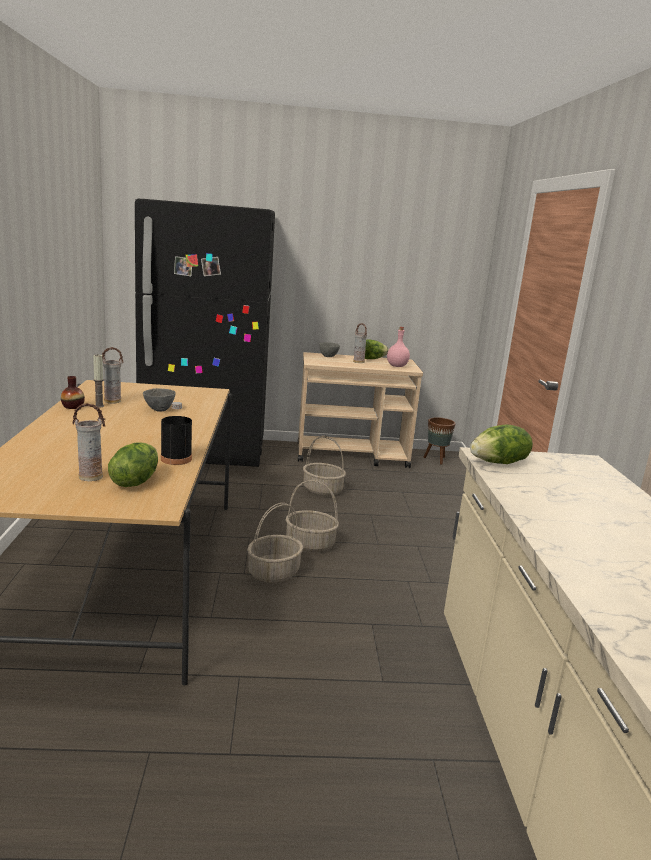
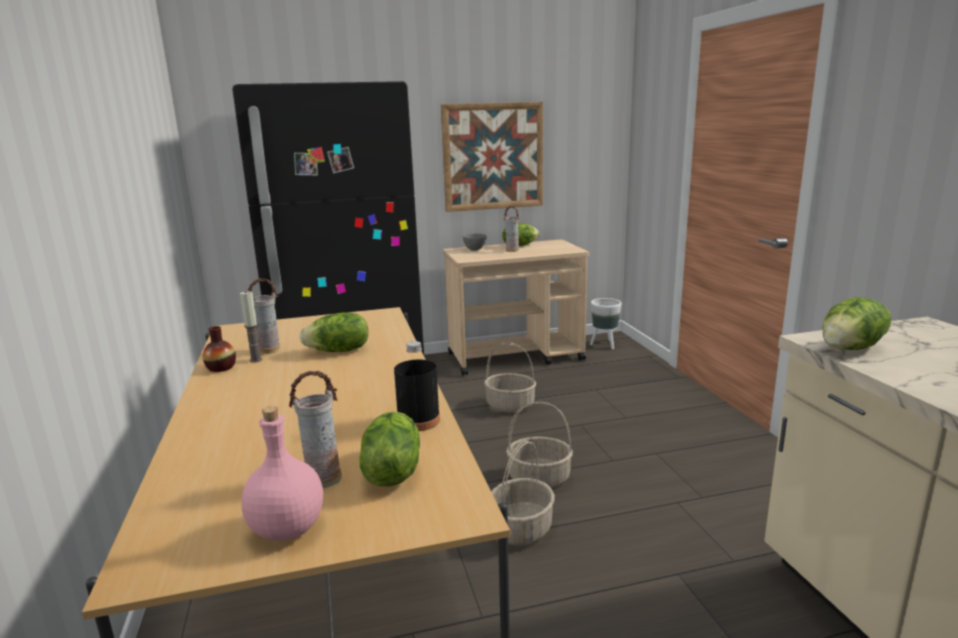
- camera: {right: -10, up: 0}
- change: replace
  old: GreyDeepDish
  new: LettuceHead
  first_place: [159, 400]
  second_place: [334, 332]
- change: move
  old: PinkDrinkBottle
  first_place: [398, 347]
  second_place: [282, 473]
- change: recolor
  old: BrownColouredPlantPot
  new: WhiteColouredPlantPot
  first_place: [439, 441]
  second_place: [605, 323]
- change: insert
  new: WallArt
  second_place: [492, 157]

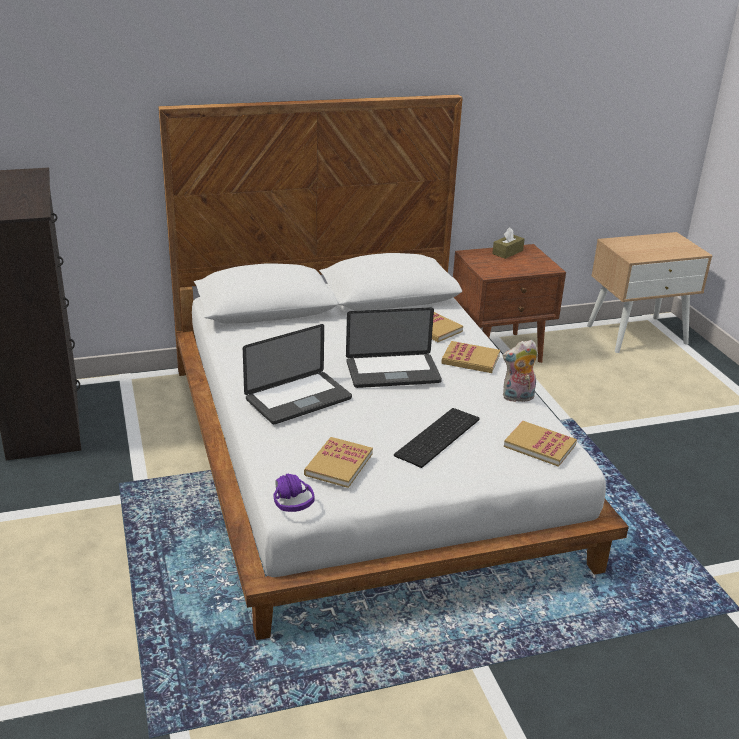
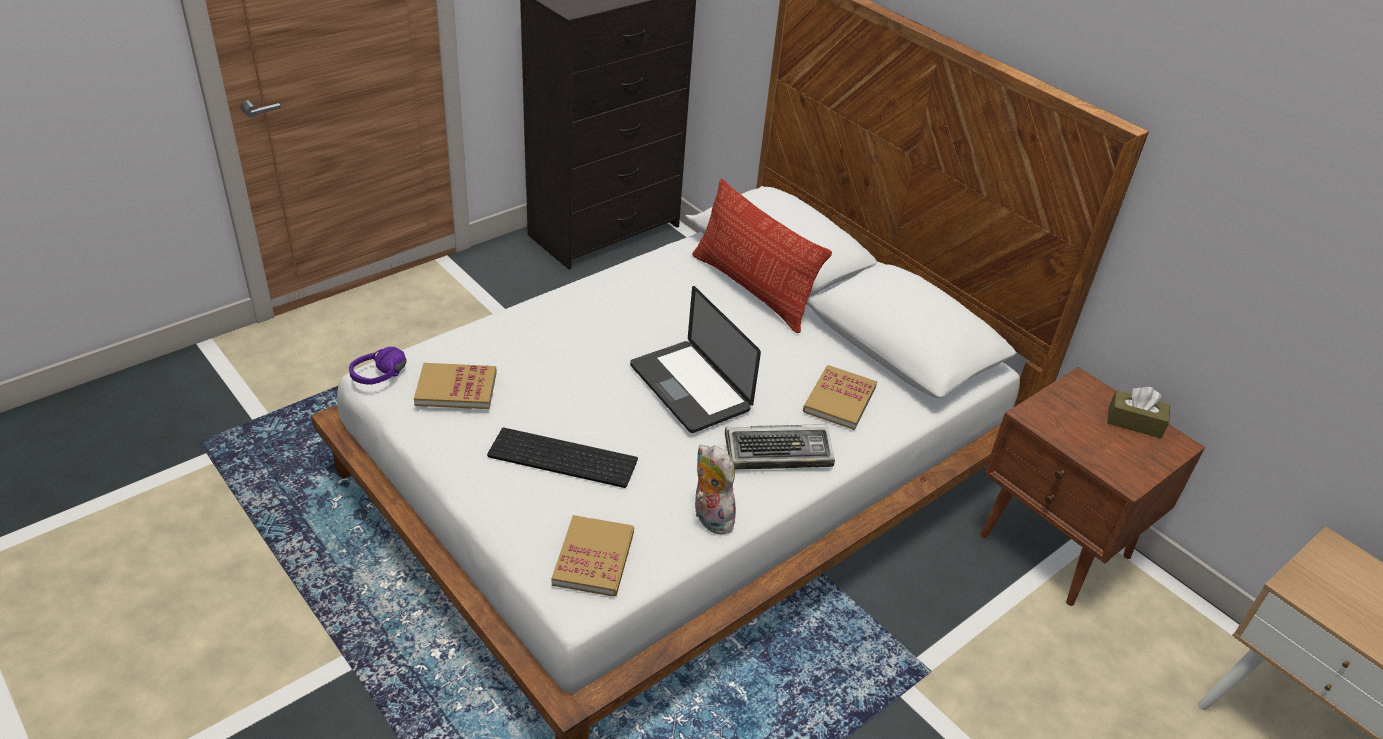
- camera: {right: 65, up: 10}
- change: delete
  old: Laptop
  first_place: [297, 374]
- change: replace
  old: Volume
  new: PcKeyboard
  first_place: [470, 357]
  second_place: [780, 446]
- change: insert
  new: Pillow
  second_place: [762, 256]

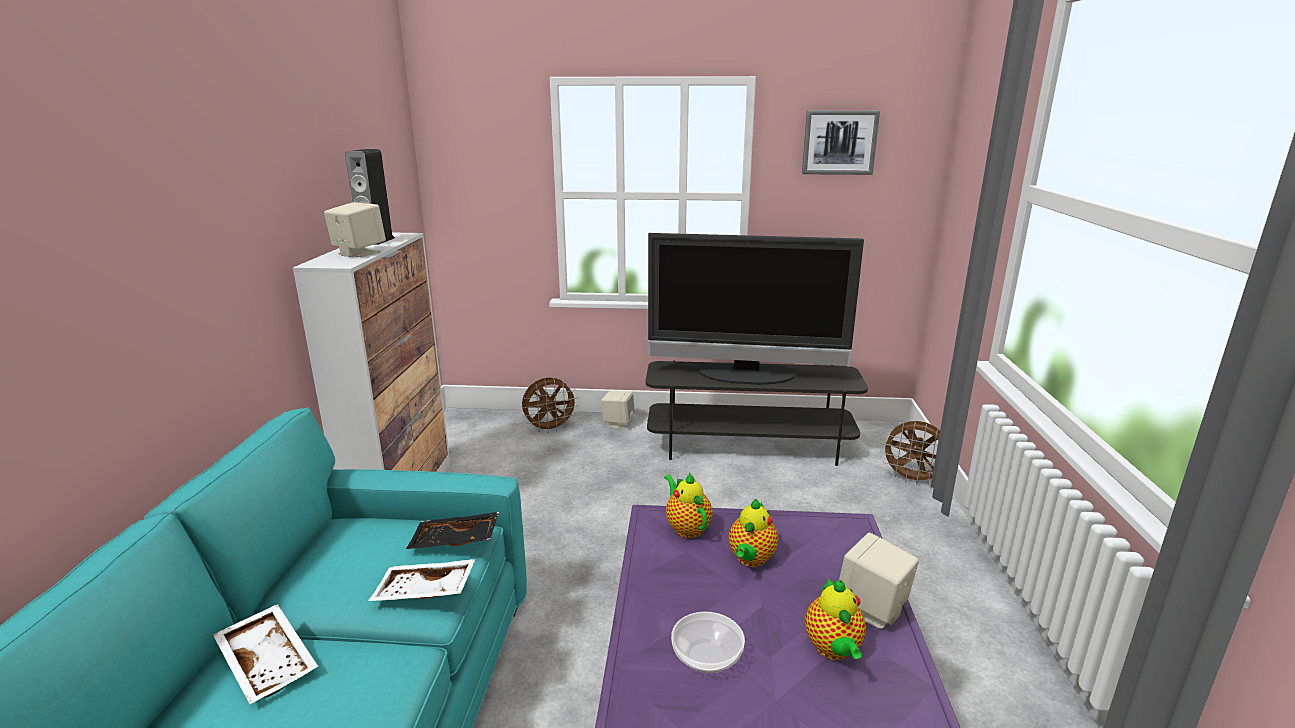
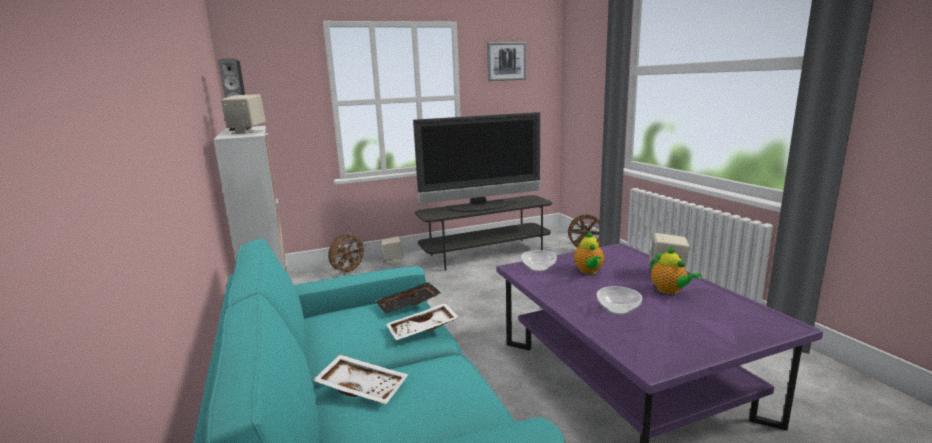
- camera: {right: -25, up: -5}
- change: replace
  old: PotForTea
  new: DeepDish
  first_place: [688, 505]
  second_place: [539, 261]

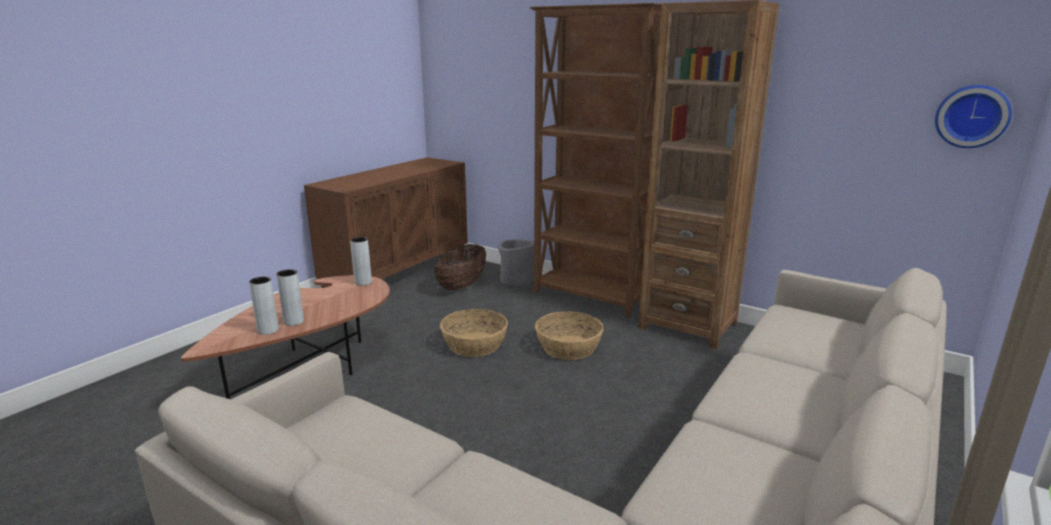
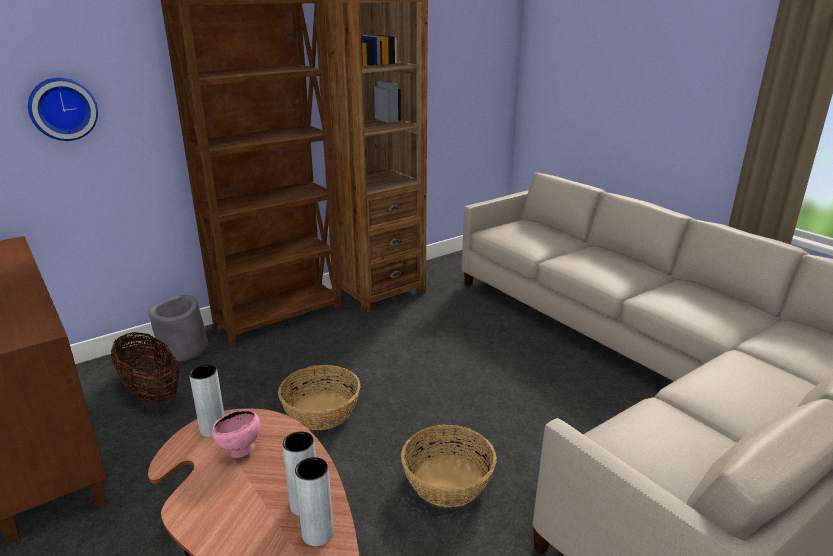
- camera: {right: -70, up: 5}
- change: move
  old: StorageBasket
  first_place: [569, 335]
  second_place: [449, 465]
- change: move
  old: ClockOnTheWall
  first_place: [973, 116]
  second_place: [63, 109]
- change: insert
  new: PinkDeepDish
  second_place: [236, 433]

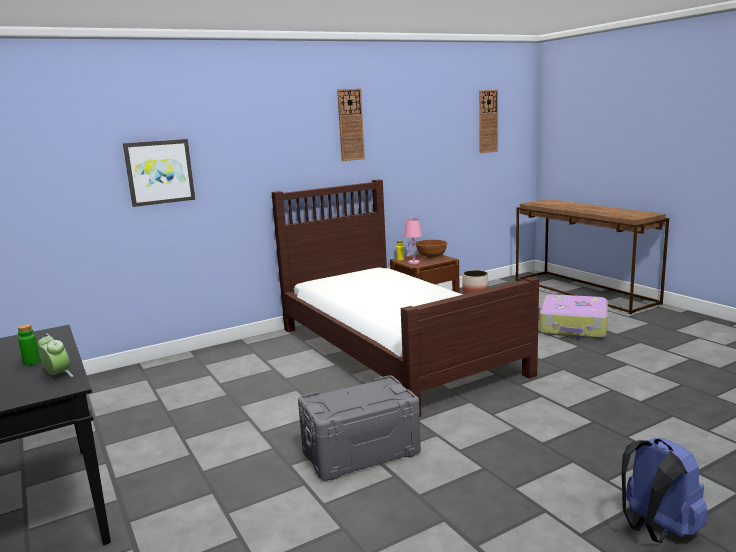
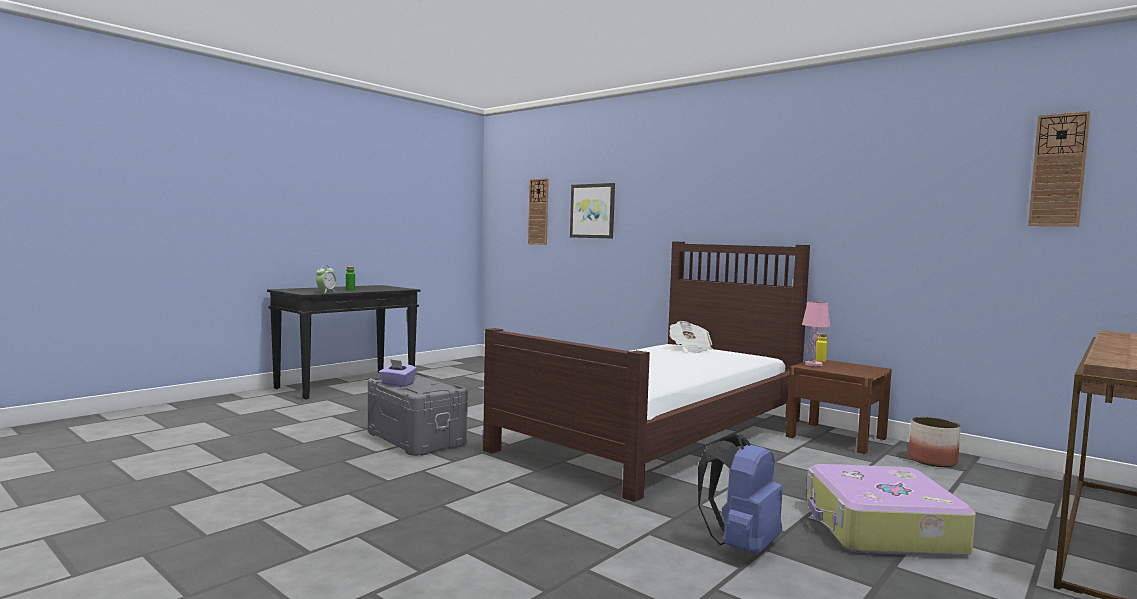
- camera: {right: 70, up: -10}
- change: move
  old: ClockOnTheWall
  first_place: [351, 125]
  second_place: [538, 211]
- change: delete
  old: BrownColouredDeepDish
  first_place: [431, 249]
- change: move
  old: BluishKnapsack
  first_place: [664, 490]
  second_place: [740, 494]
- change: insert
  new: PurplishBoxOfTissues
  second_place: [398, 373]
- change: insert
  new: DailyPaper
  second_place: [691, 337]

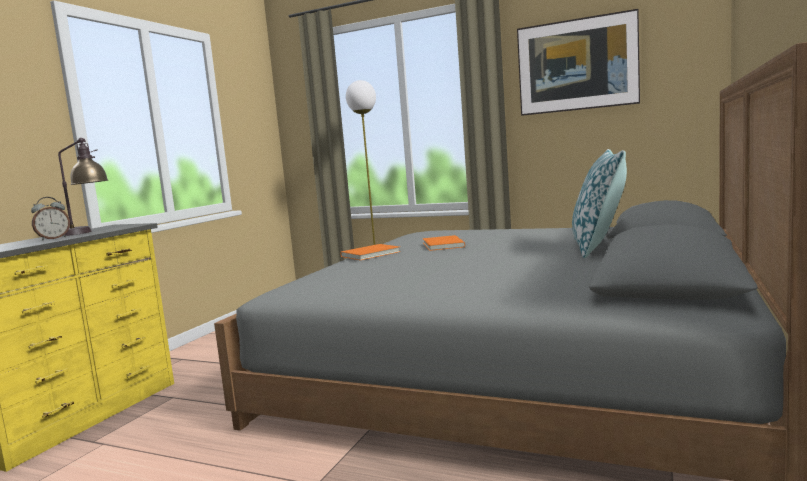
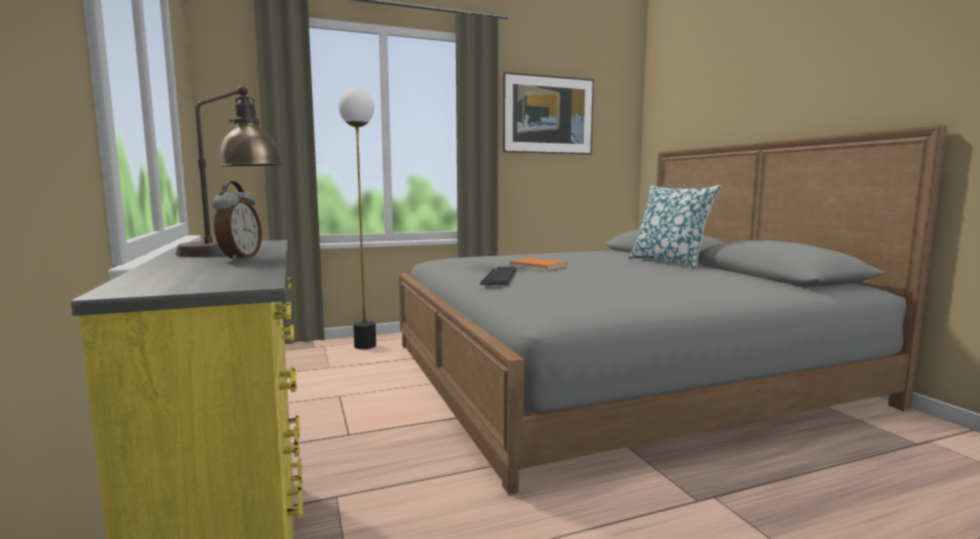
- camera: {right: -45, up: 0}
- change: replace
  old: OrangeColouredVolume
  new: PcKeyboard
  first_place: [370, 252]
  second_place: [498, 275]

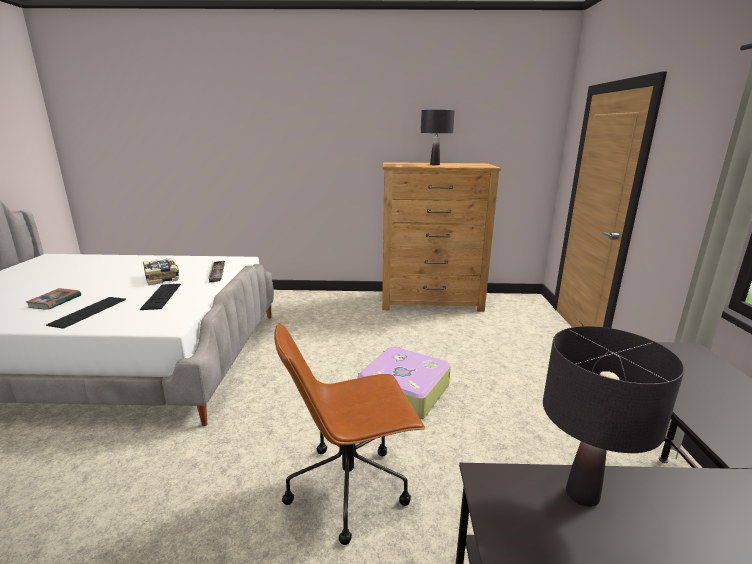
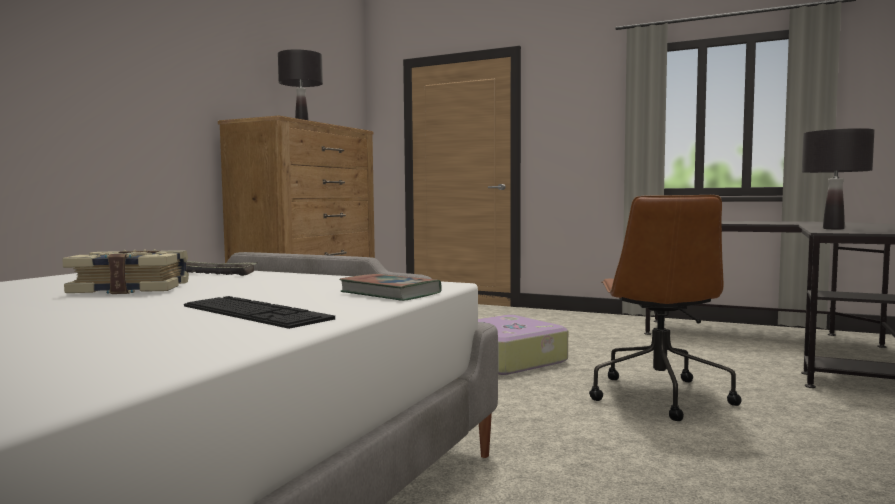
- camera: {right: -65, up: -15}
- change: move
  old: Volume
  first_place: [53, 299]
  second_place: [390, 287]
- change: delete
  old: PcKeyboard
  first_place: [160, 297]

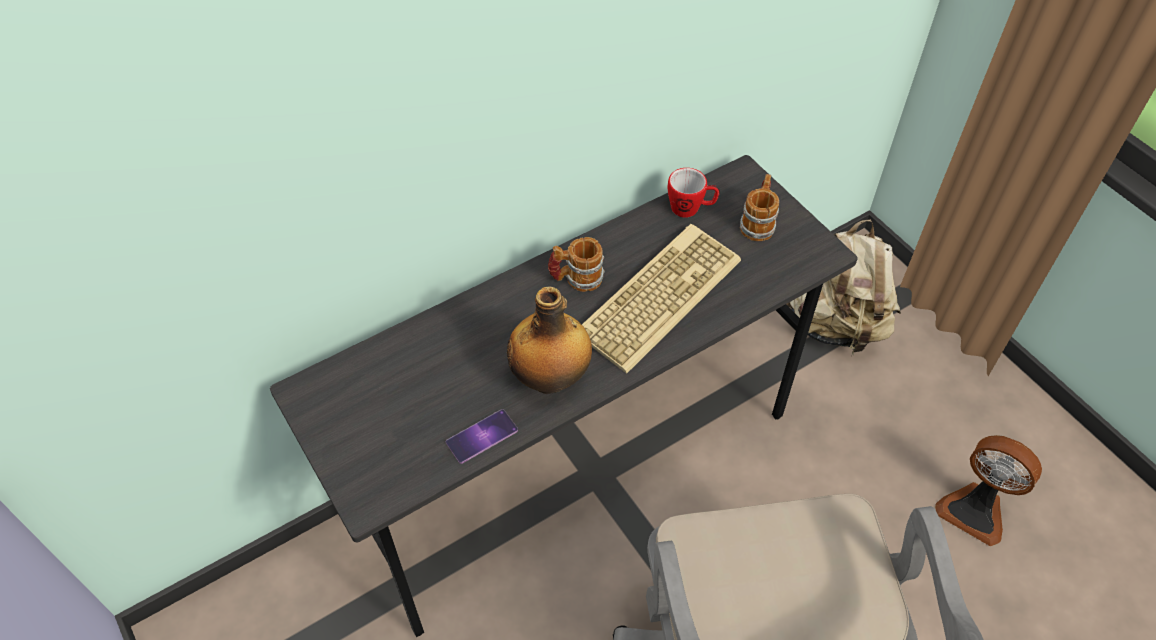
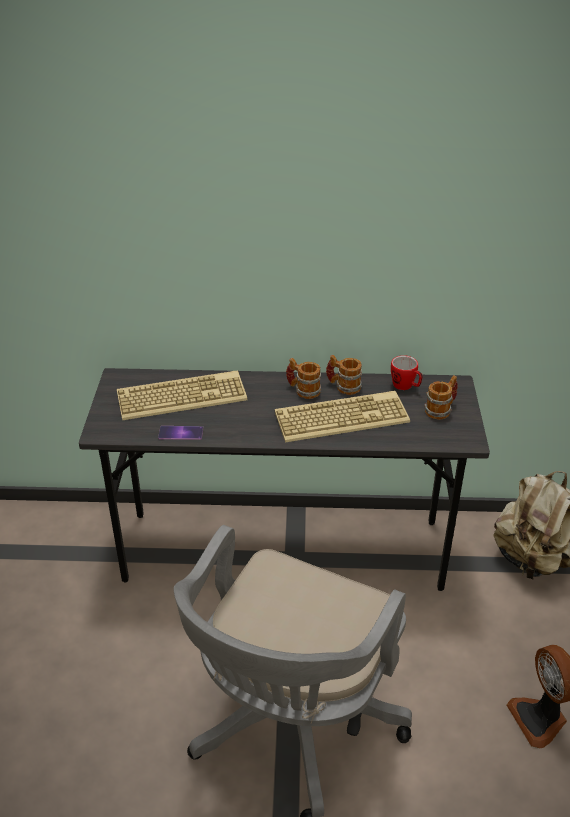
- camera: {right: 35, up: -15}
- change: delete
  old: DrinkBottle
  first_place: [549, 340]
- change: insert
  new: PcKeyboard
  second_place: [182, 395]
- change: insert
  new: TeaMug
  second_place: [344, 375]

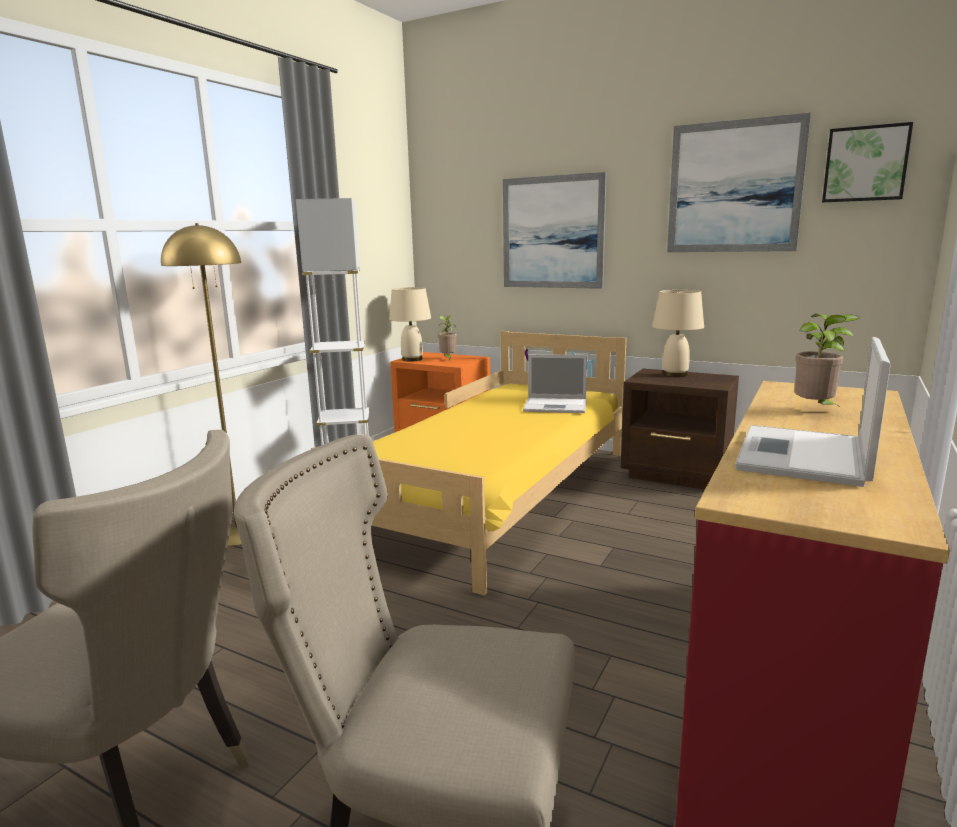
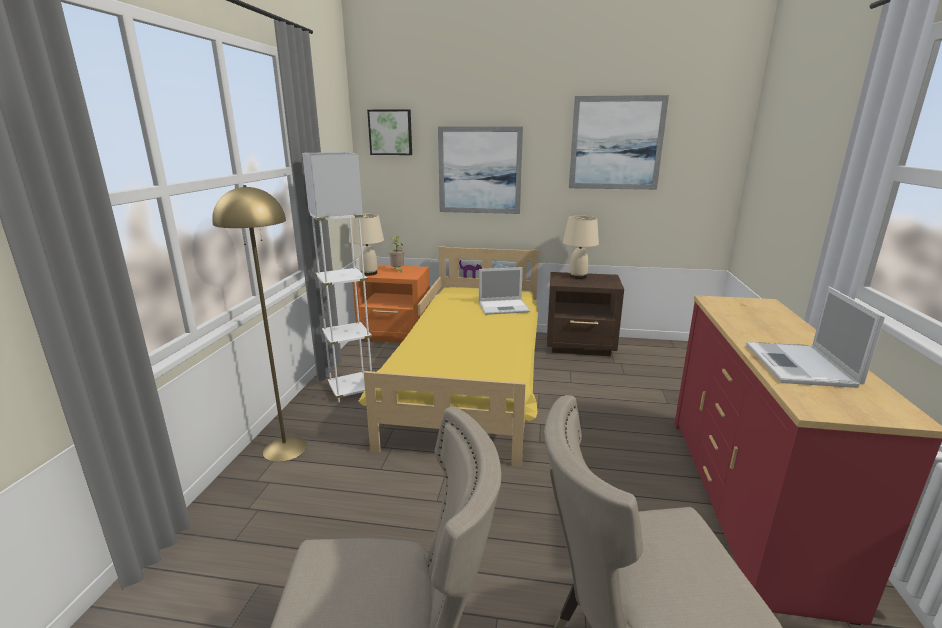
- camera: {right: -20, up: 5}
- change: delete
  old: PottedPlant
  first_place: [828, 361]
- change: move
  old: WallArt
  first_place: [867, 162]
  second_place: [389, 132]

